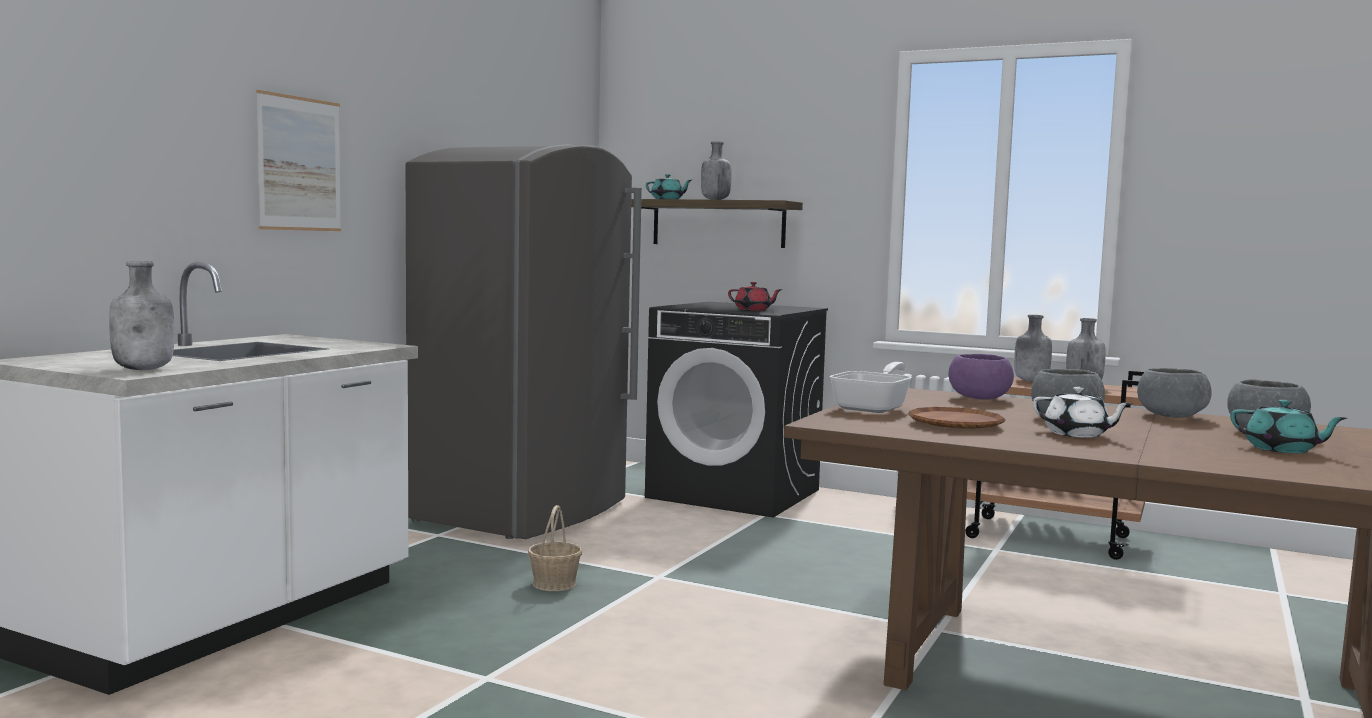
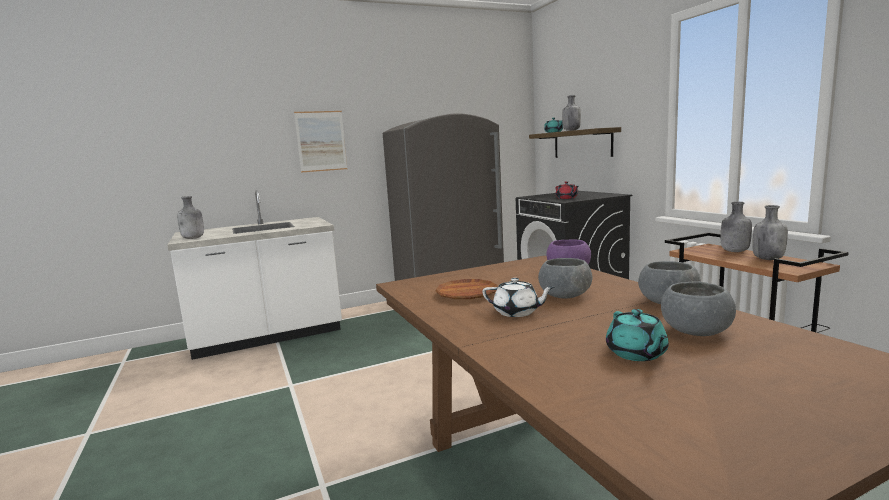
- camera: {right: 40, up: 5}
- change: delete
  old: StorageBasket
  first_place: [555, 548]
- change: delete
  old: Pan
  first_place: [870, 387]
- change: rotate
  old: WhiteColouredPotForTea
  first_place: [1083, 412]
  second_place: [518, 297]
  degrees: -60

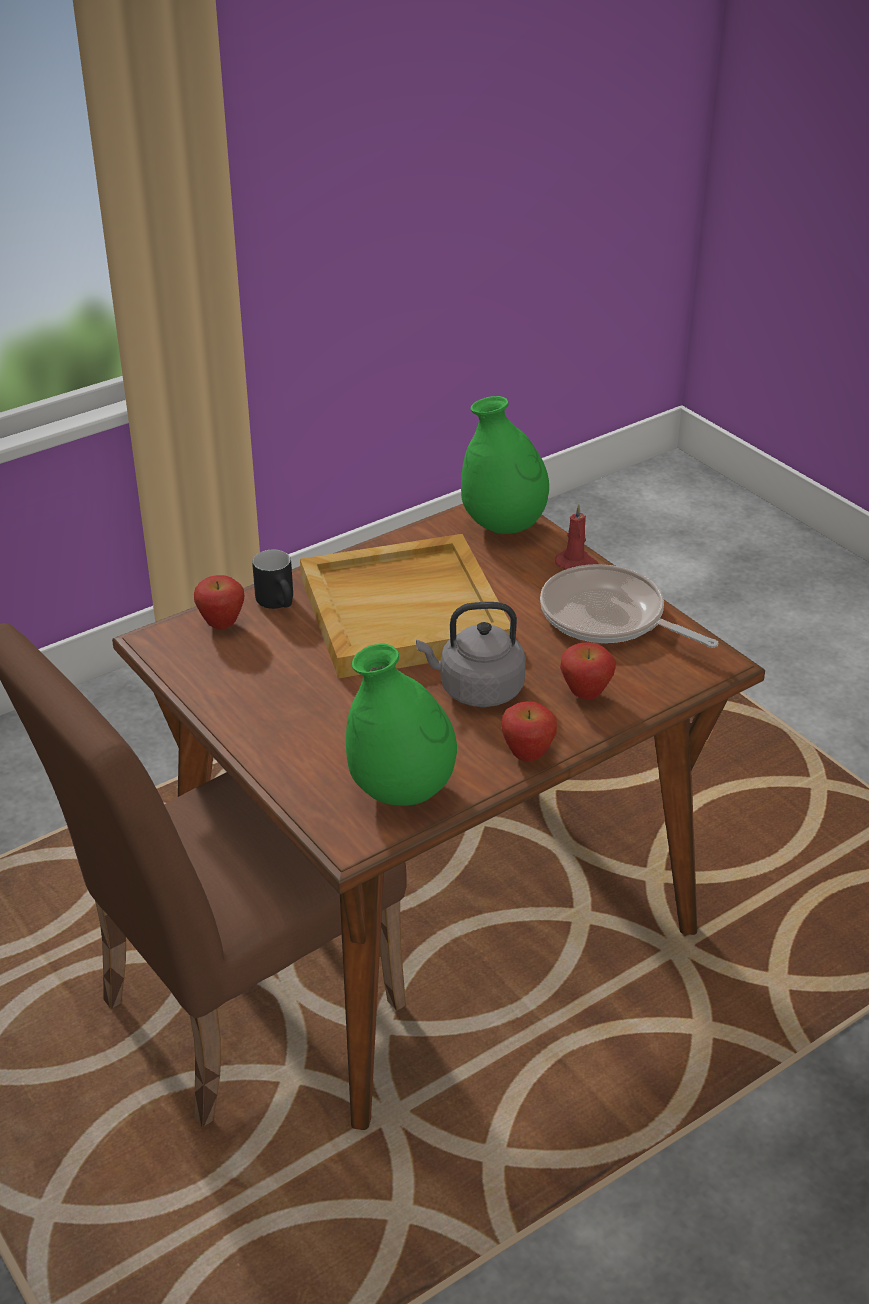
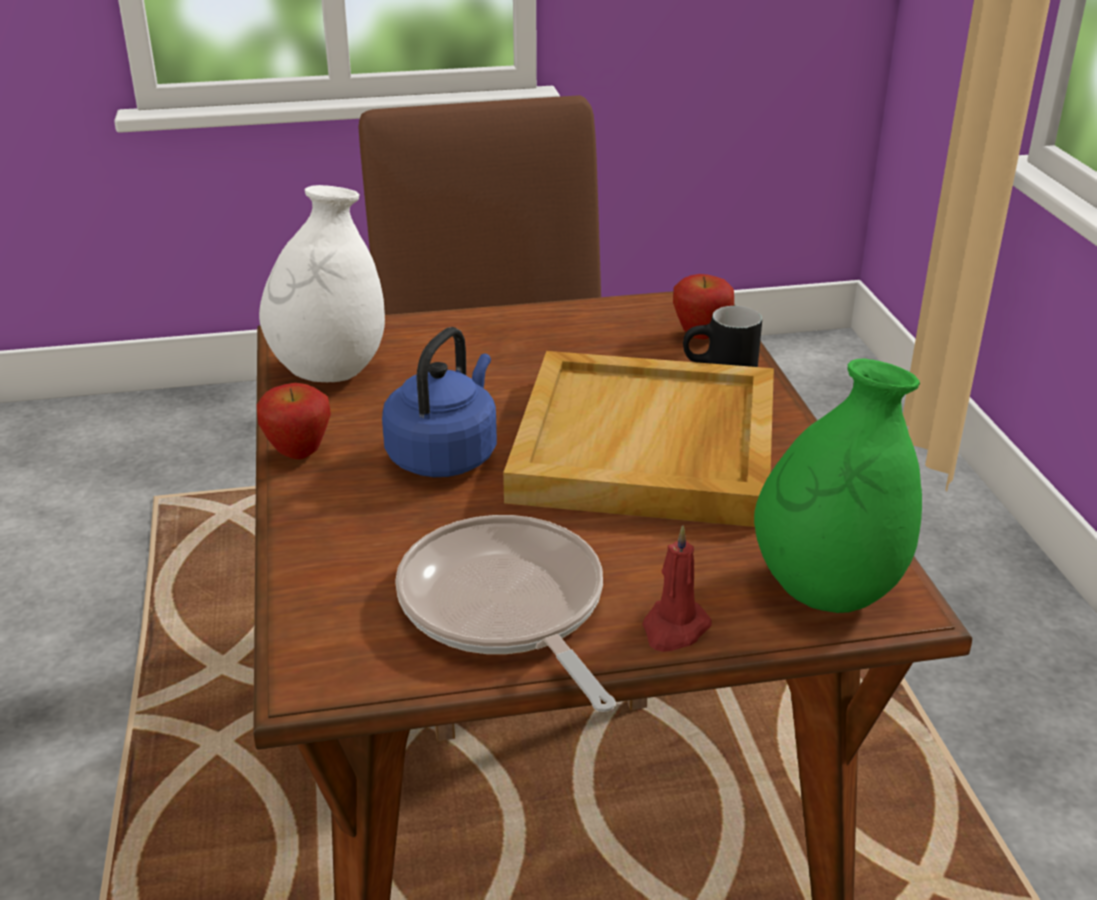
- camera: {right: 115, up: -5}
- change: recolor
  old: GreenColouredDecorativeVase
  new: WhiteColouredDecorativeVase
  first_place: [401, 725]
  second_place: [322, 284]
- change: recolor
  old: GreyTeaKettle
  new: BluishTeaKettle
  first_place: [471, 654]
  second_place: [439, 402]
- change: rotate
  old: Pan
  first_place: [629, 606]
  second_place: [505, 613]
  degrees: -90
- change: delete
  old: Apple
  first_place: [588, 671]

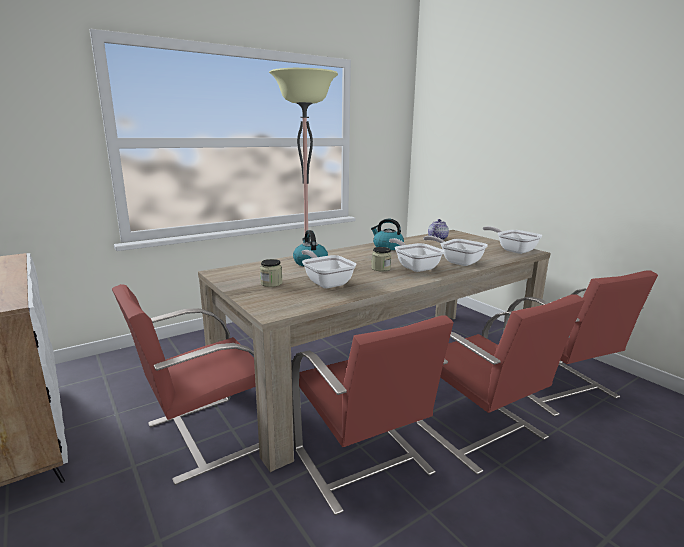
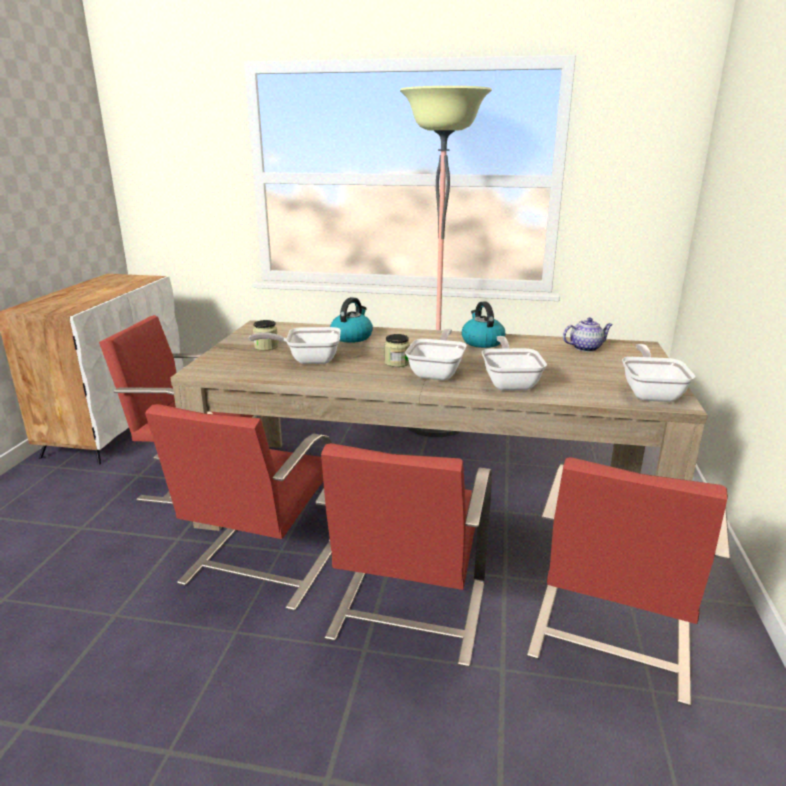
- camera: {right: 45, up: 5}
- change: rotate
  old: Pan
  first_place: [328, 269]
  second_place: [295, 345]
  degrees: -105

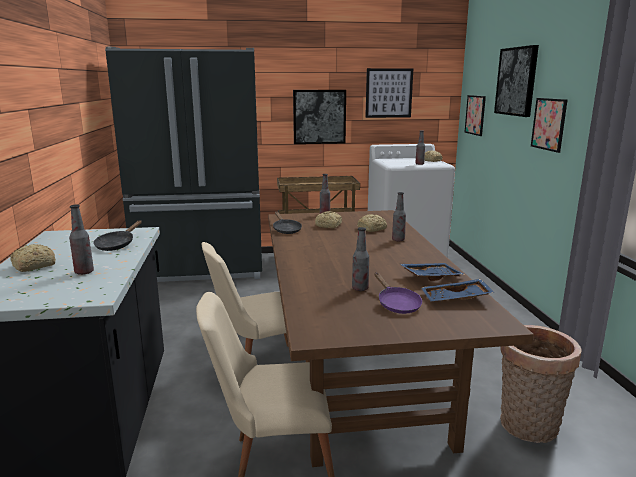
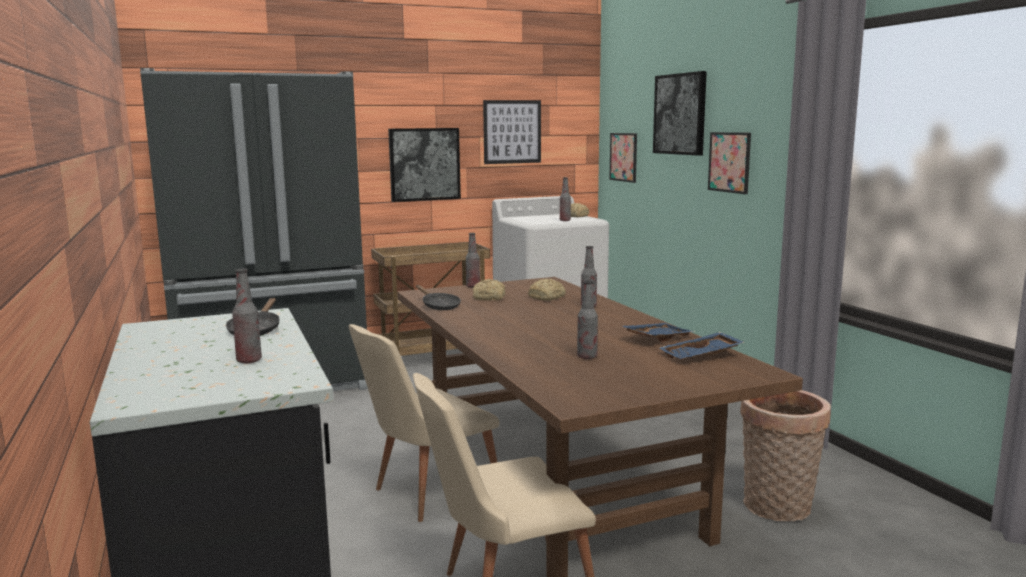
- camera: {right: -15, up: -5}
- change: delete
  old: BakeryBread
  first_place: [33, 258]
- change: delete
  old: PurplishPan
  first_place: [398, 293]

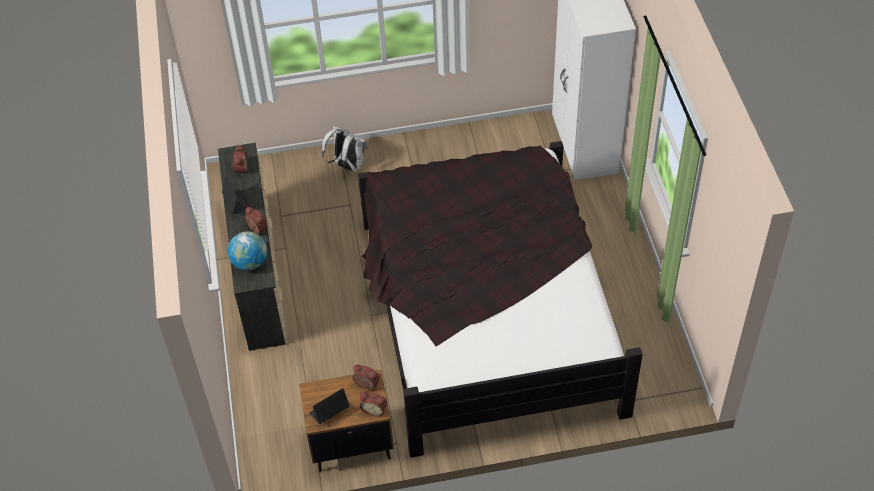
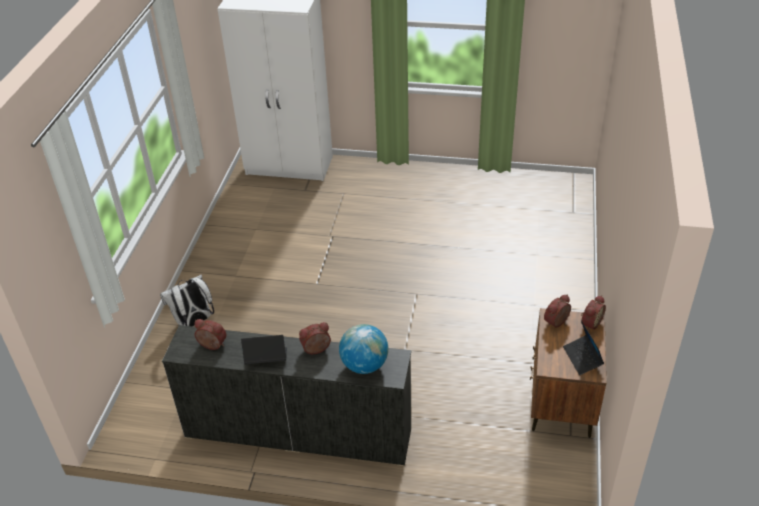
- camera: {right: -70, up: -10}
- change: delete
  old: BlackColouredBed
  first_place: [500, 299]

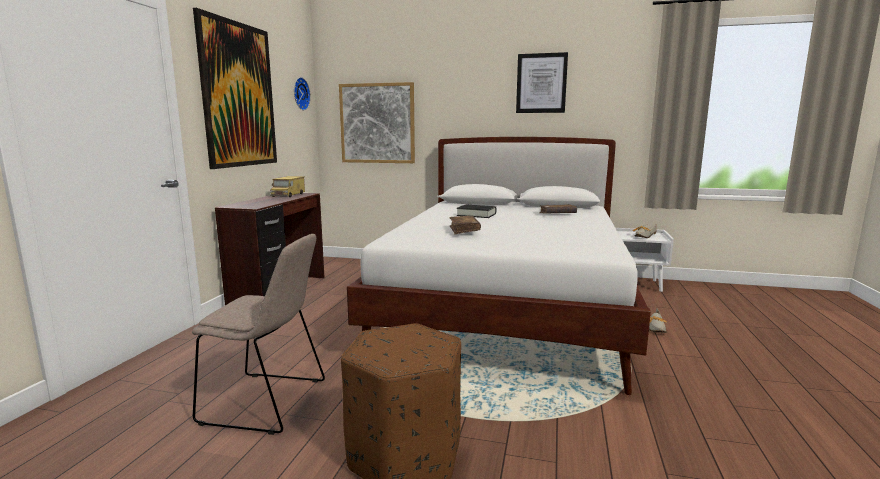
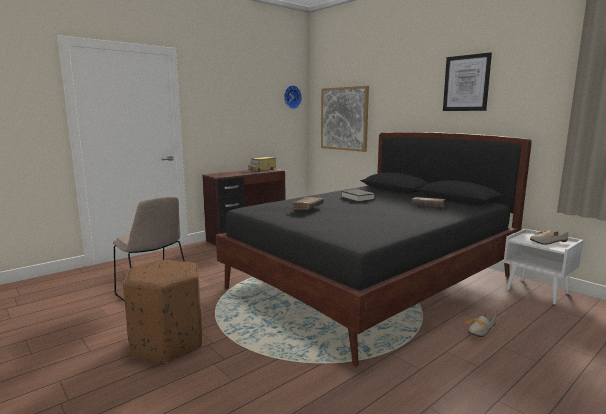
- camera: {right: 35, up: 0}
- change: delete
  old: WallArt
  first_place: [235, 88]
- change: recolor
  old: WhiteColouredBed
  new: BlackColouredBed
  first_place: [499, 266]
  second_place: [374, 249]

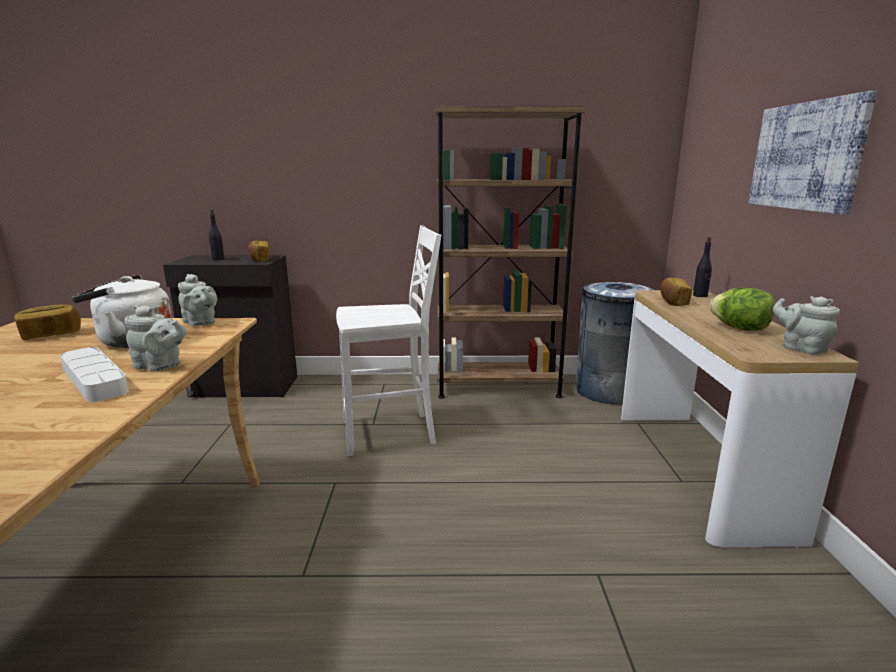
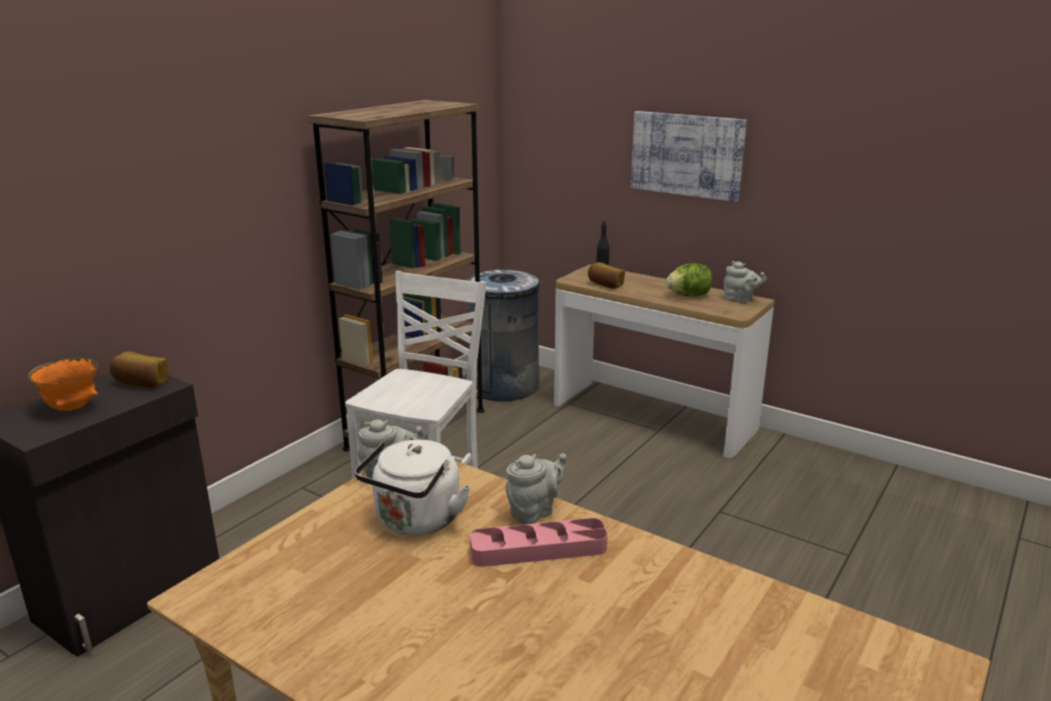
- camera: {right: -55, up: 5}
- change: delete
  old: BakeryBread
  first_place: [47, 322]
- change: recolor
  old: WhiteColouredCarryingTray
  new: PinkCarryingTray
  first_place: [94, 374]
  second_place: [539, 542]
- change: replace
  old: BlackColouredDrinkBottle
  new: OrangeColouredDeepDish
  first_place: [216, 234]
  second_place: [63, 384]
- change: rotate
  old: GreyPotForTea
  first_place: [806, 325]
  second_place: [745, 282]
  degrees: -150

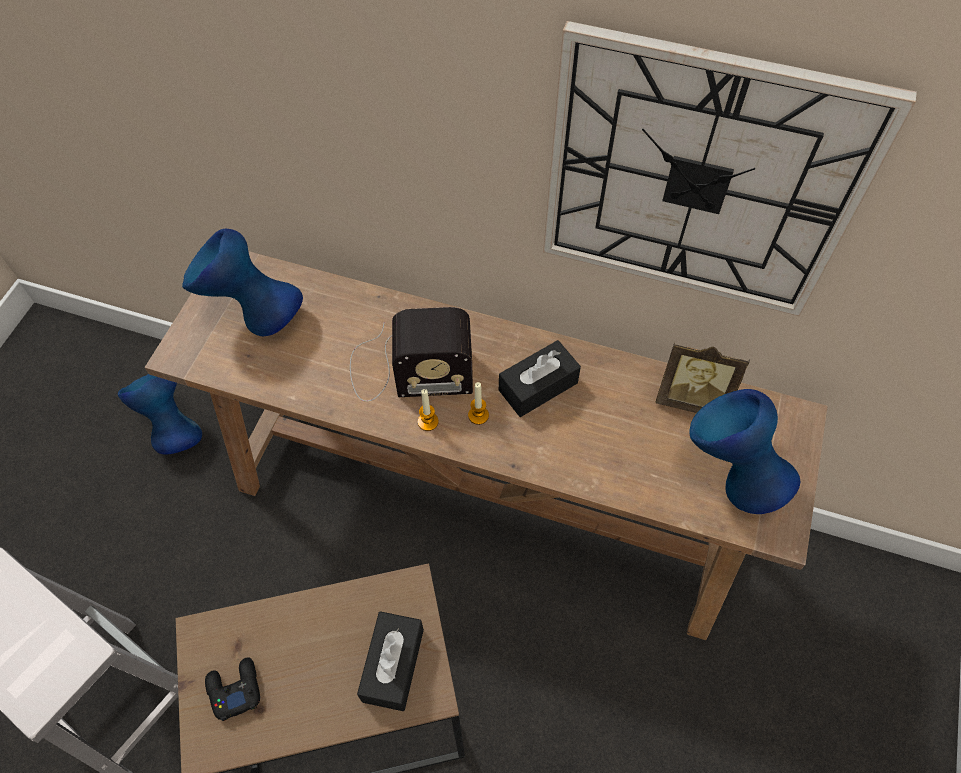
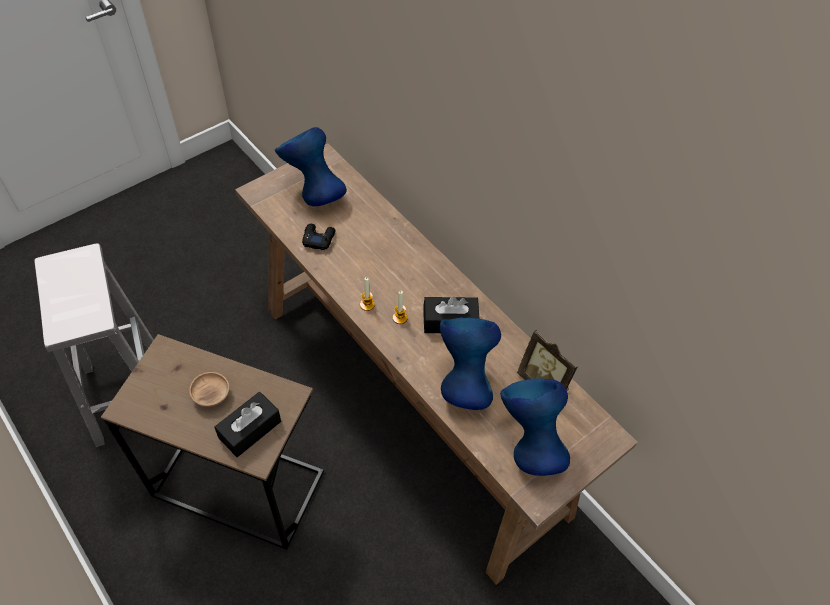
- camera: {right: 30, up: -5}
- change: move
  old: BluishDecorativeVase
  first_place: [160, 414]
  second_place: [470, 363]
- change: move
  old: BlackColouredGameController
  first_place: [232, 689]
  second_place: [318, 237]
- change: delete
  old: Radio
  first_place: [411, 354]
- change: delete
  old: ClockOnTheWall
  first_place: [730, 168]
- change: insert
  new: BrownColouredDeepDish
  second_place: [209, 389]

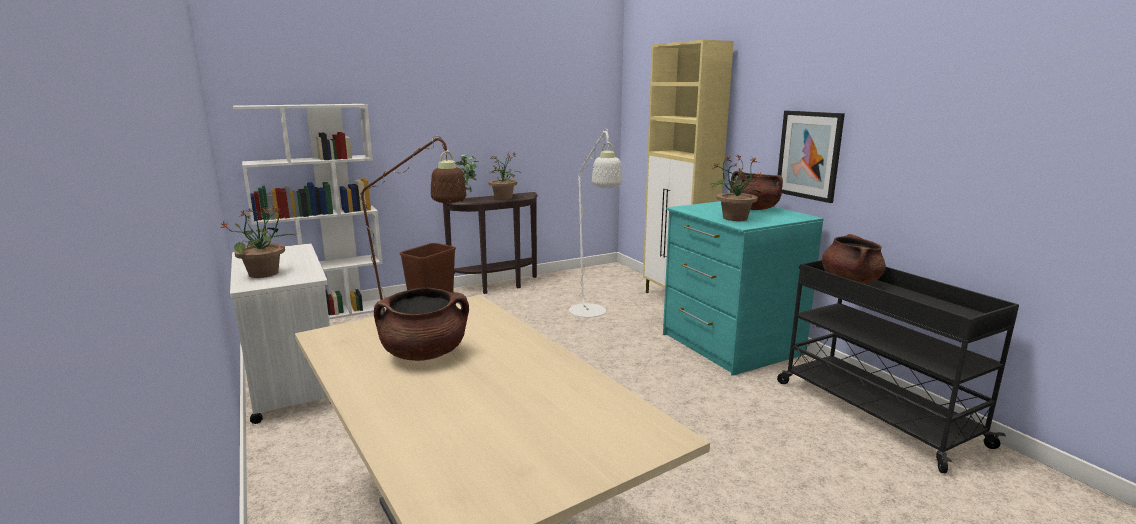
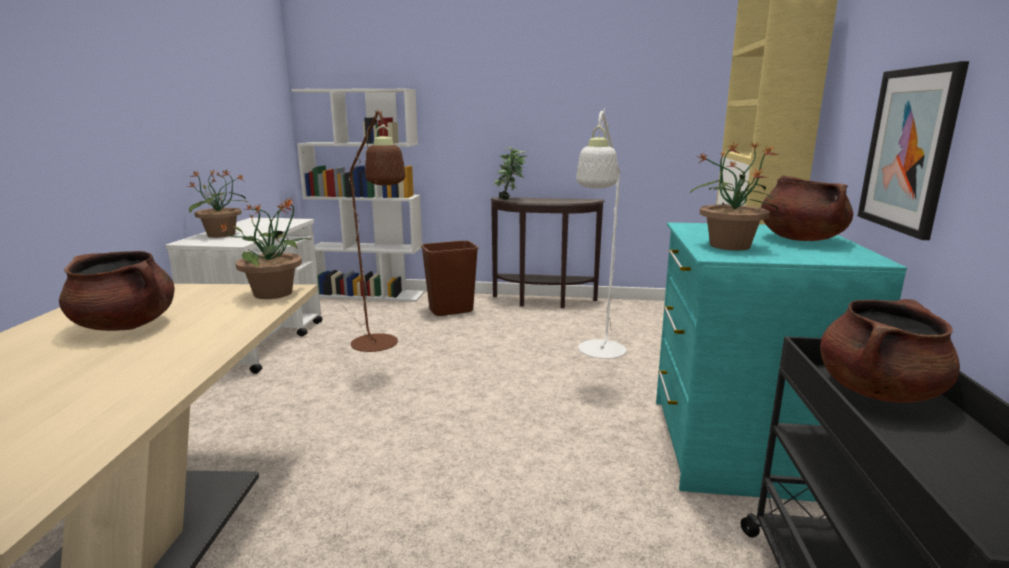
- camera: {right: 35, up: 0}
- change: move
  old: PottedPlant
  first_place: [505, 176]
  second_place: [264, 248]

